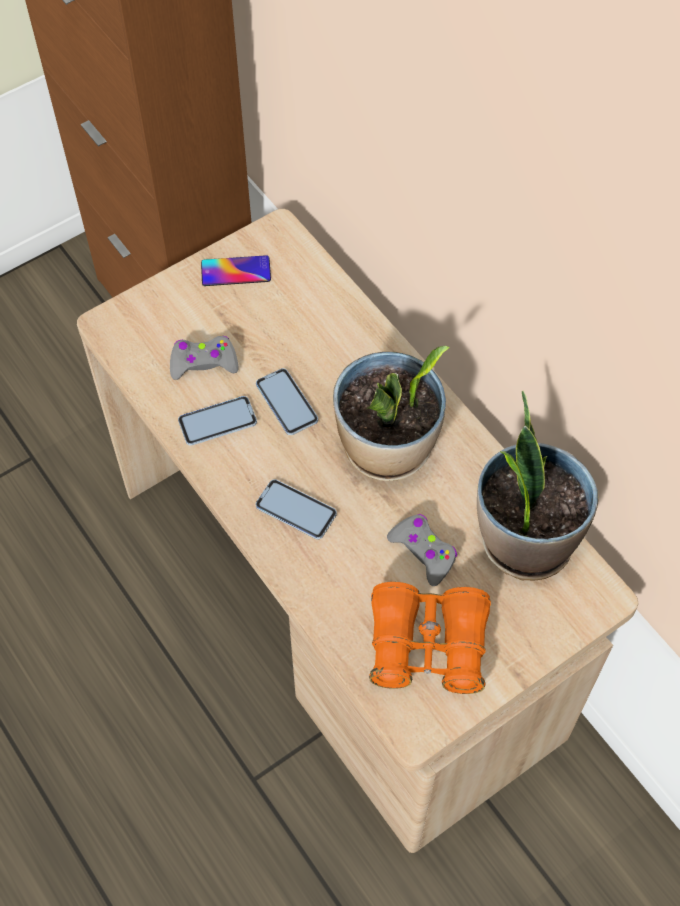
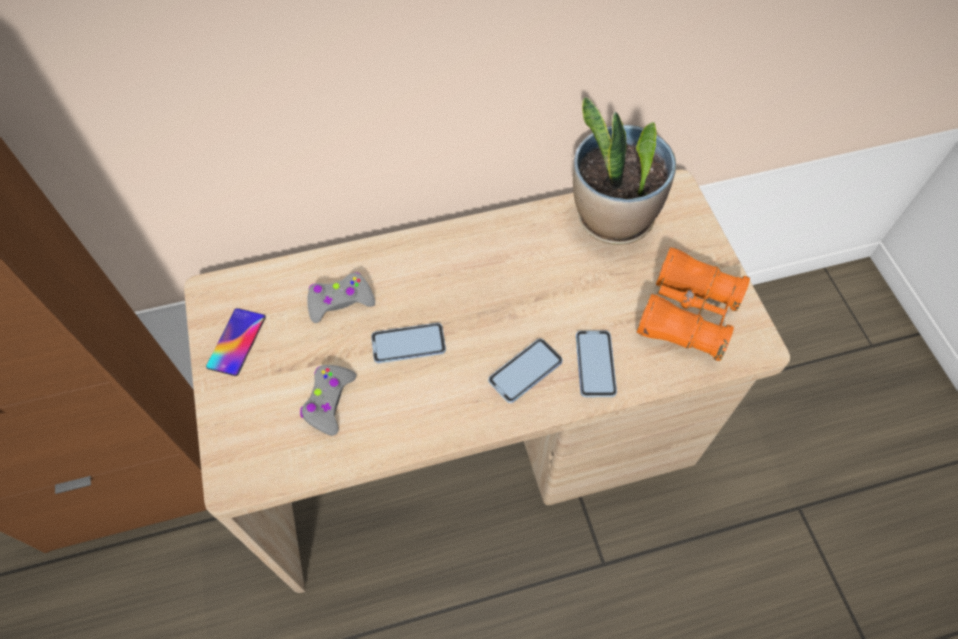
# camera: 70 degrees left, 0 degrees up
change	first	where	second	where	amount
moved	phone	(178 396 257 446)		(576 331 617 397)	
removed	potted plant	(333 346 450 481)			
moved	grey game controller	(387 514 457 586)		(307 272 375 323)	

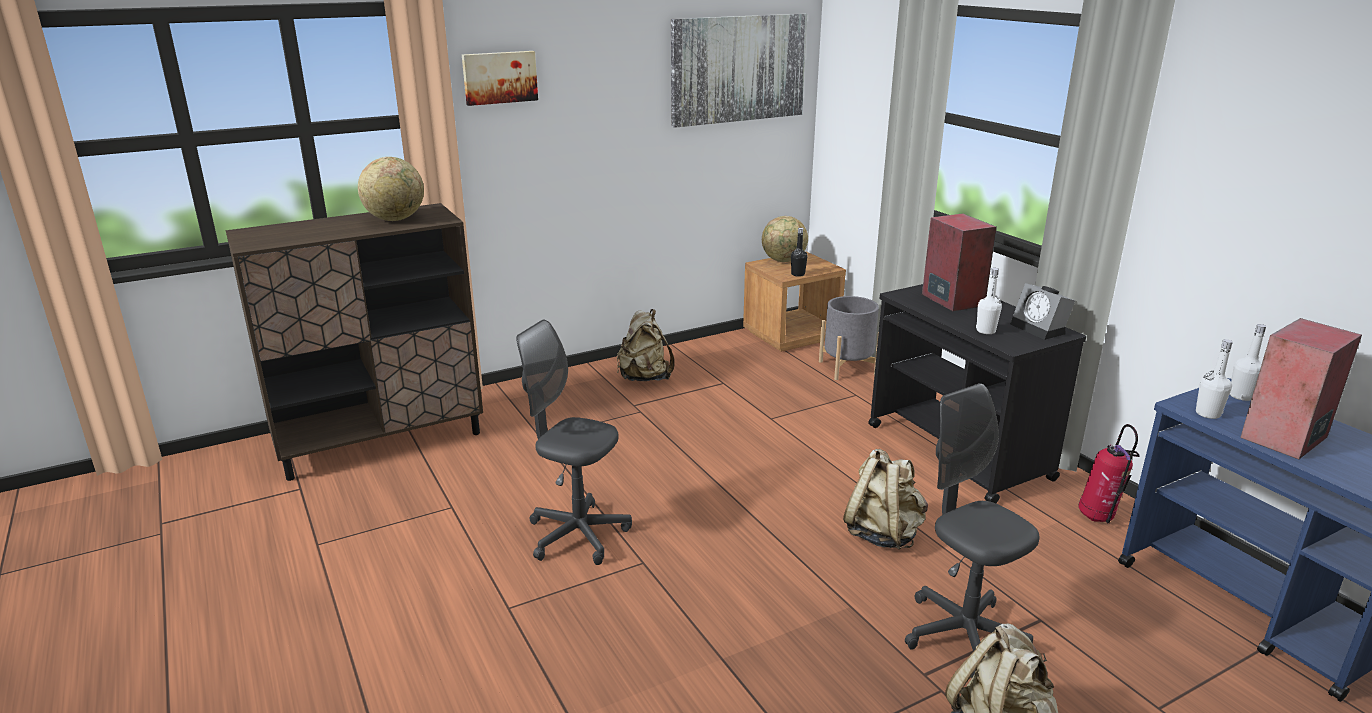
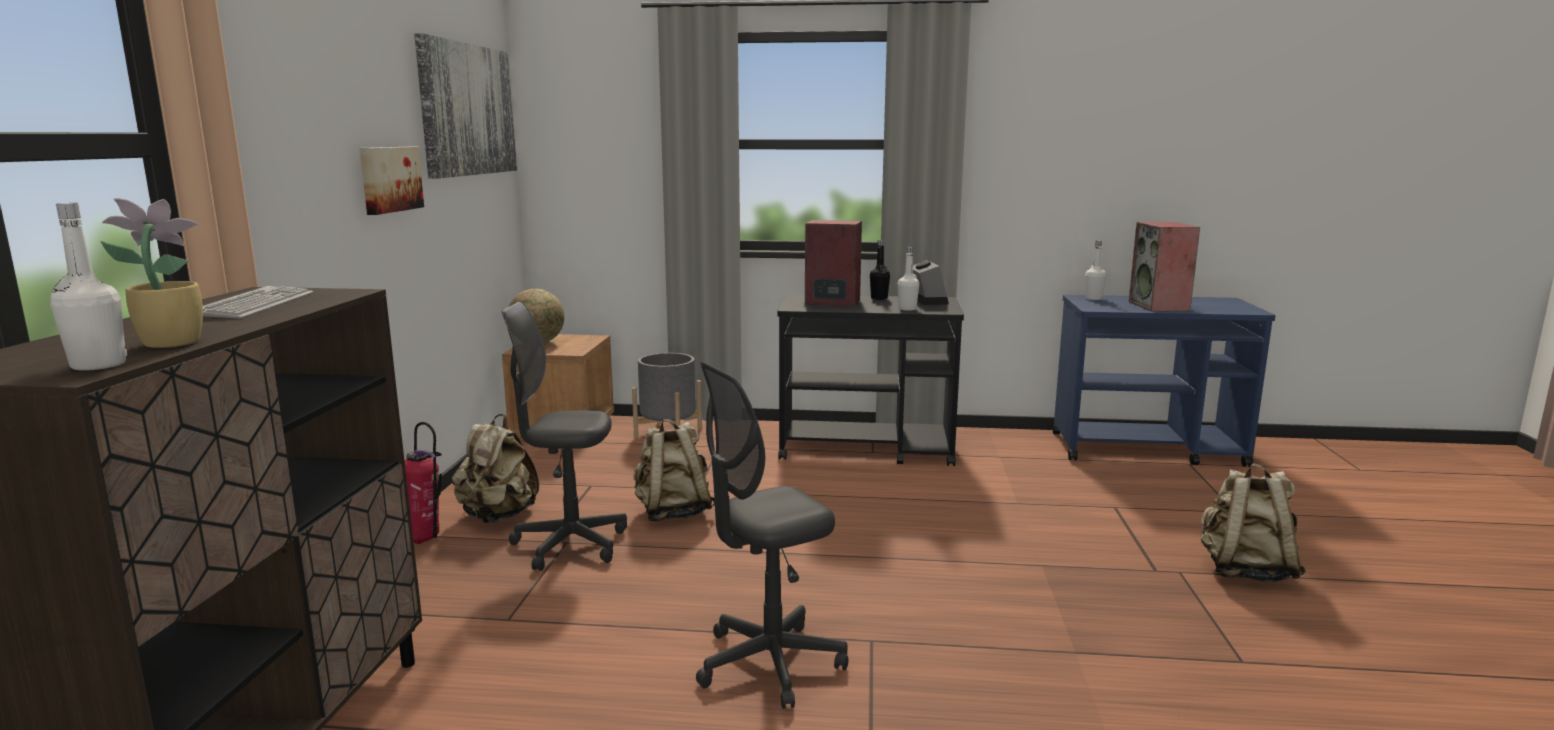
# camera: 55 degrees left, 10 degrees down
change	first	where	second	where	amount
replaced	globe	(358 157 424 221)	keyboard	(203 286 313 319)	
moved	picture	(462 51 538 106)		(360 147 424 215)	
moved	black bottle	(791 228 808 277)		(870 240 890 300)	
moved	beige backpack	(843 449 928 549)		(634 419 715 522)	
moved	grey office chair	(905 383 1039 678)		(502 302 627 571)	
turned	alarm clock	(1010 283 1075 340)		(913 260 949 305)	105 degrees counterclockwise
moved	fire extinguisher	(1078 424 1140 523)		(404 422 442 544)	
moved	white bottle	(1196 339 1233 419)		(50 203 127 371)	
added			potted plant	(101 198 203 348)	

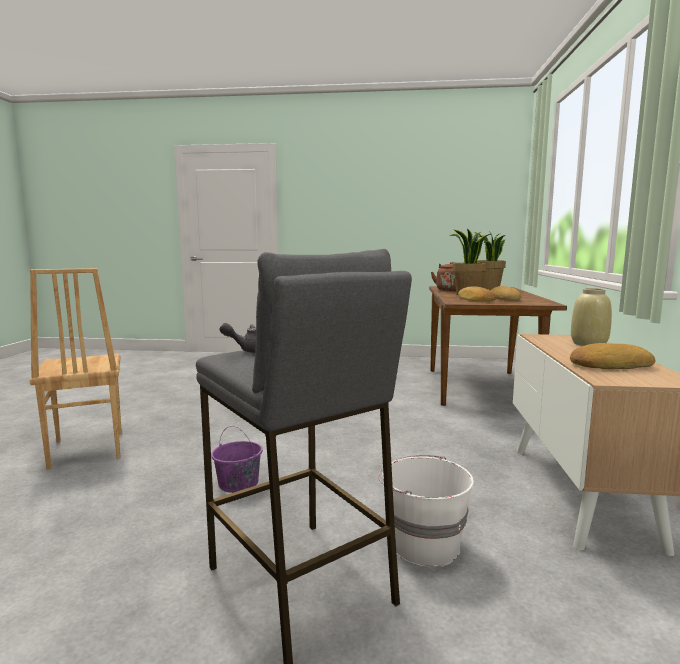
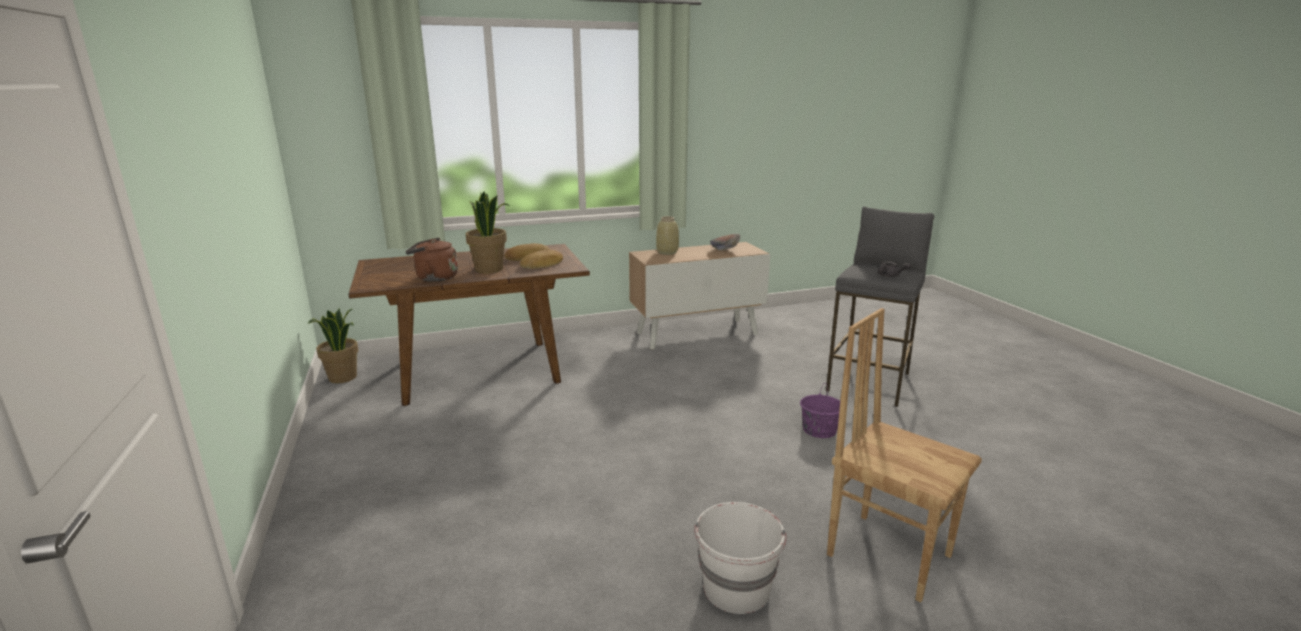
# camera: 115 degrees left, 10 degrees up
change	first	where	second	where	amount
turned	brown chair	(30 268 122 469)		(827 308 982 602)	90 degrees counterclockwise
moved	white bucket	(378 455 474 567)		(694 502 786 614)	
moved	potted plant	(474 231 506 289)		(308 308 358 383)	
replaced	bread	(570 343 655 369)	bowl	(710 234 740 250)	

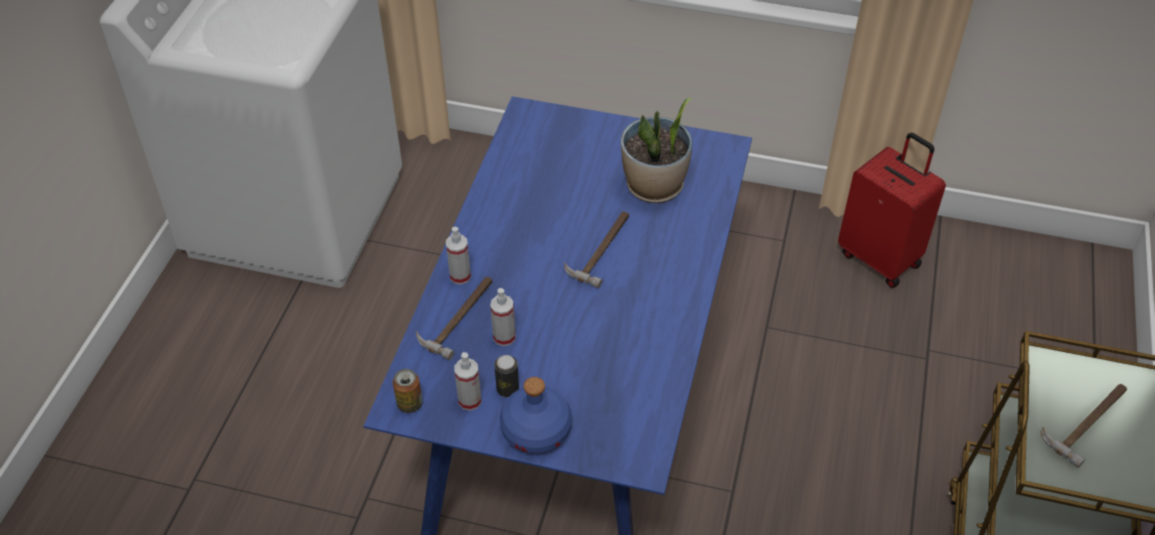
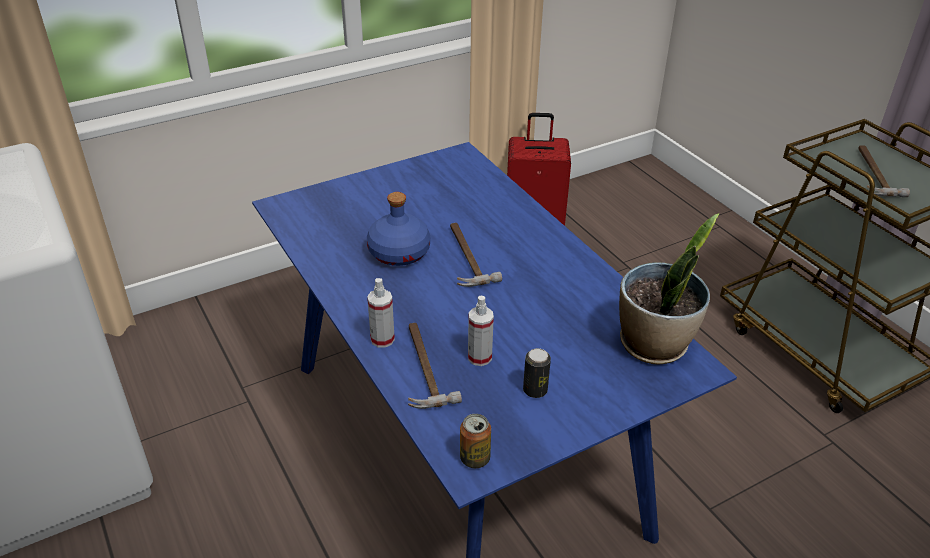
# camera: 45 degrees left, 10 degrees down
change	first	where	second	where	amount
removed	spray bottle	(454 352 481 411)			
moved	blue bottle	(500 377 572 453)		(367 192 430 266)	
moved	potted plant	(621 98 692 203)		(619 213 720 364)	

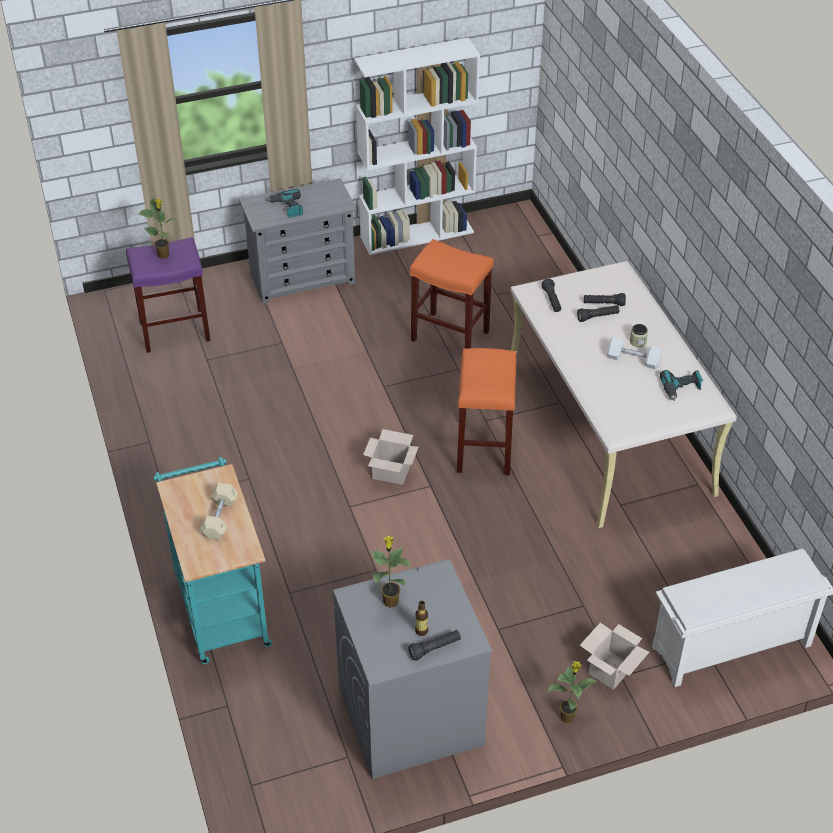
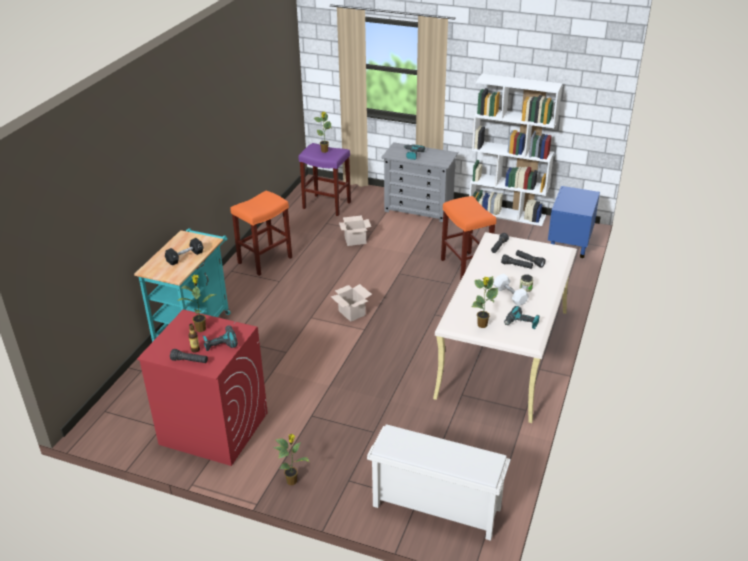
# camera: 40 degrees right, 10 degrees down
change	first	where	second	where	amount
recoloured	beige dumbbell	(199 483 238 539)	black dumbbell	(165 238 203 265)	
recoloured	grey washing machine	(333 559 492 779)	red washing machine	(137 309 268 466)	
moved	orange stool	(457 348 517 475)		(230 190 292 276)	
moved	cardboard box	(580 623 649 690)		(339 215 371 246)	
added			power drill	(203 325 238 351)	
added			potted plant	(472 276 498 328)	
added			blue nightstand	(548 186 600 258)	

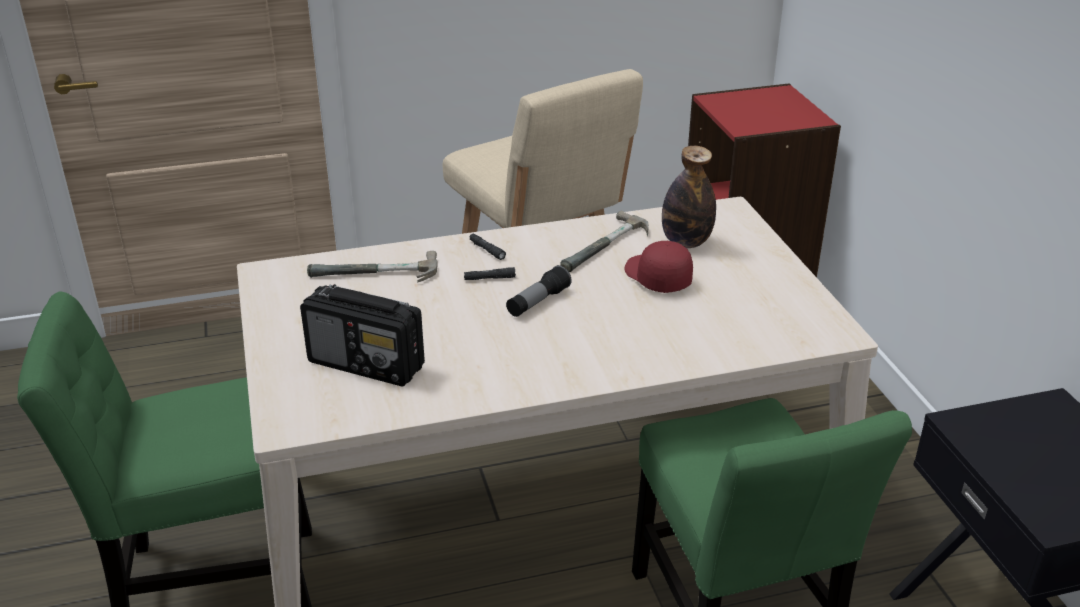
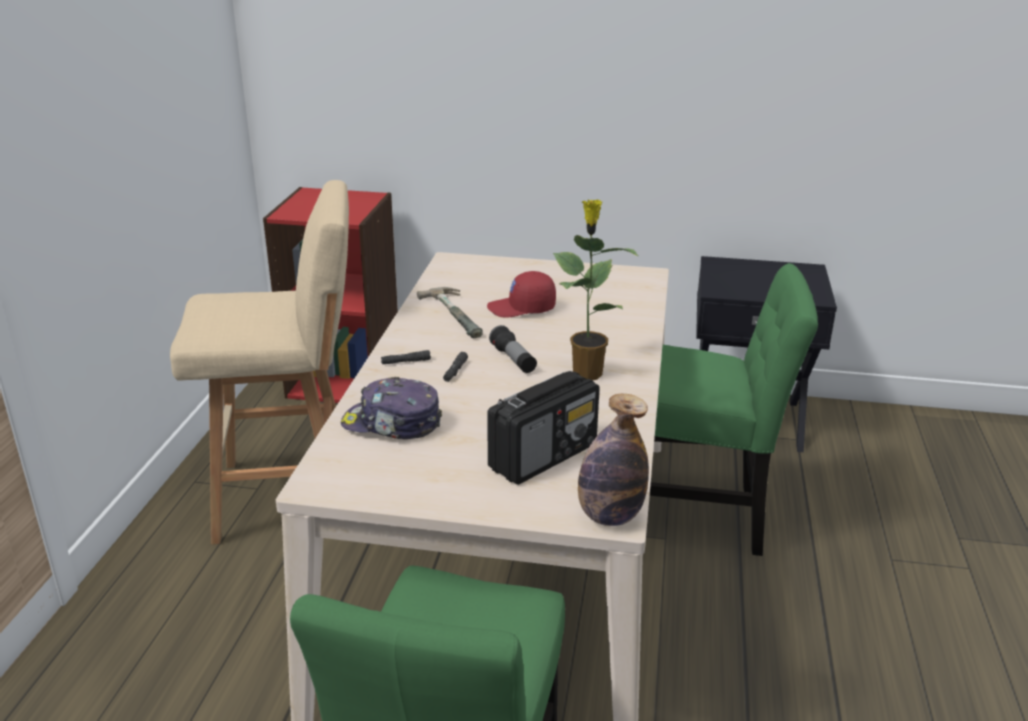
# camera: 65 degrees left, 5 degrees down
change	first	where	second	where	amount
replaced	hammer	(307 251 438 283)	cap	(341 377 442 439)	
moved	bottle	(662 146 716 248)		(578 394 649 526)	
added			potted plant	(553 199 640 380)	

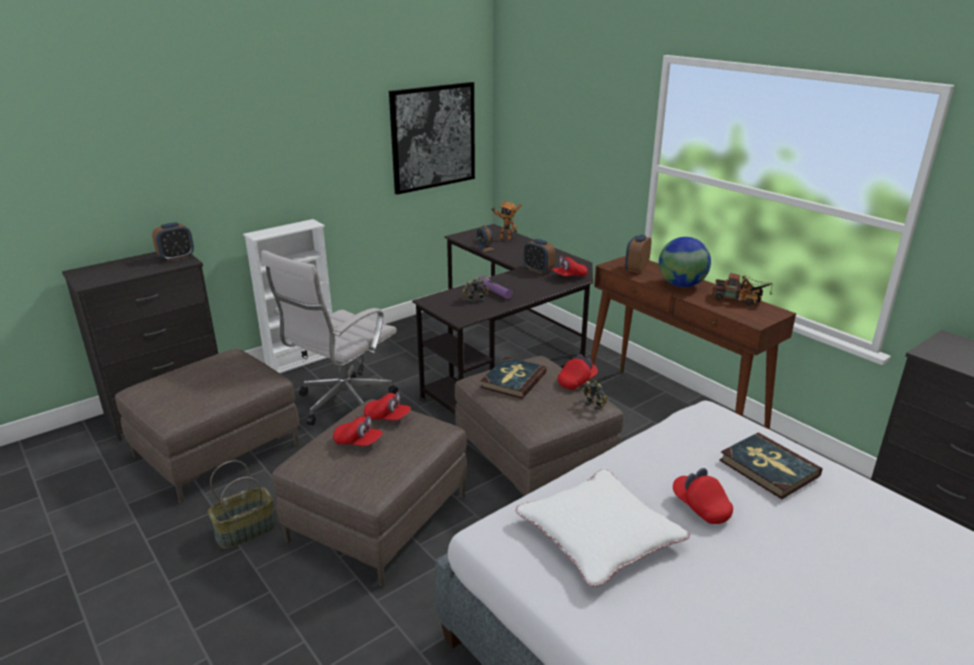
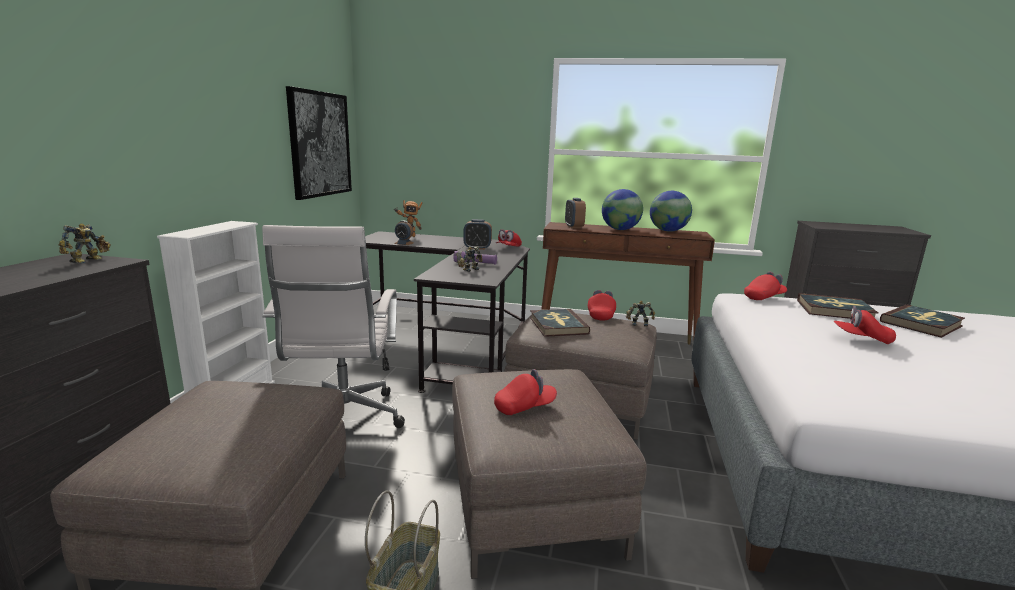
# camera: 40 degrees left, 10 degrees down
change	first	where	second	where	amount
replaced	alarm clock	(152 222 194 262)	toy robot	(58 223 111 264)	
moved	red cap	(364 392 411 420)		(744 272 787 300)	
removed	white pillow	(515 469 690 587)			
replaced	toy truck	(712 273 773 306)	globe	(650 191 692 232)	
added			book	(880 305 965 338)	

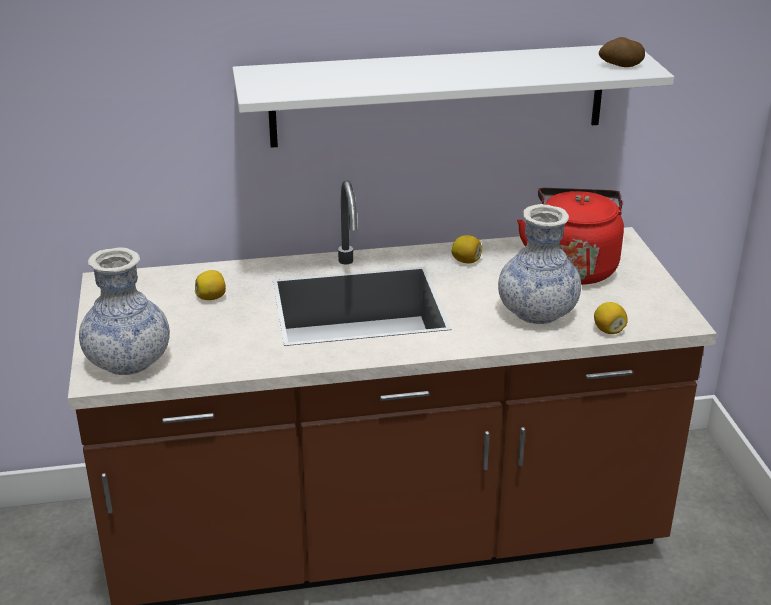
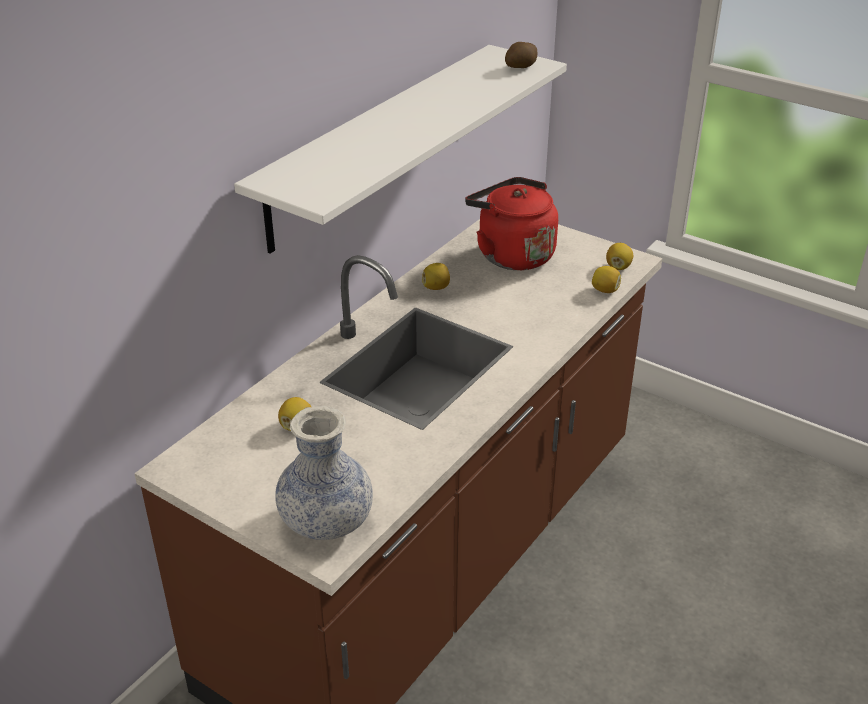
# camera: 45 degrees left, 5 degrees up
change	first	where	second	where	amount
removed	vase	(498 204 581 324)			
added			lemon	(606 243 633 270)	

